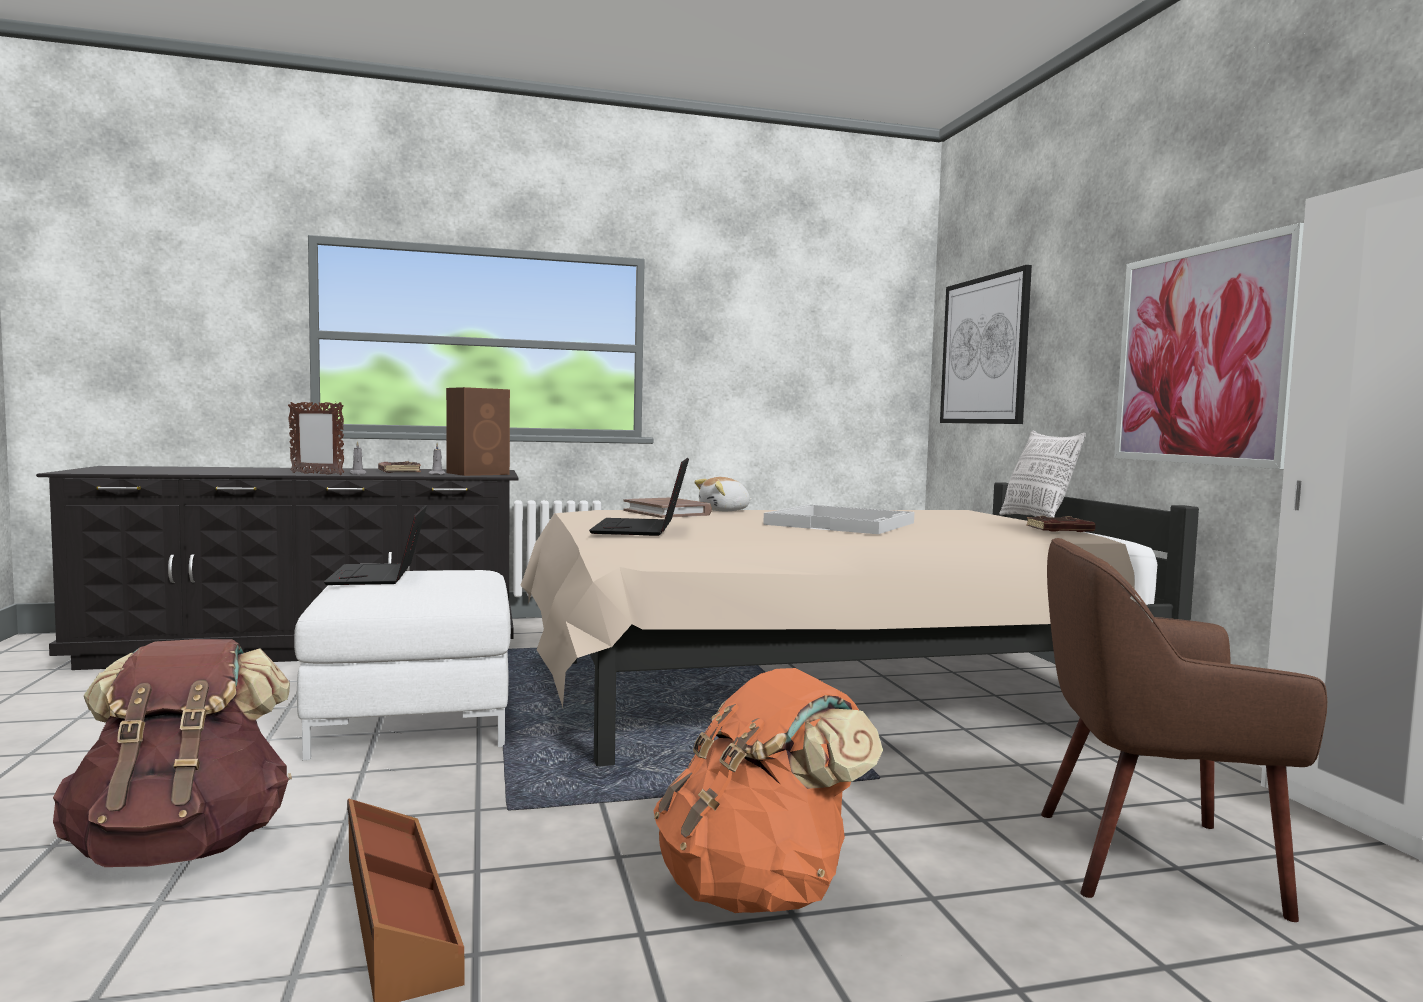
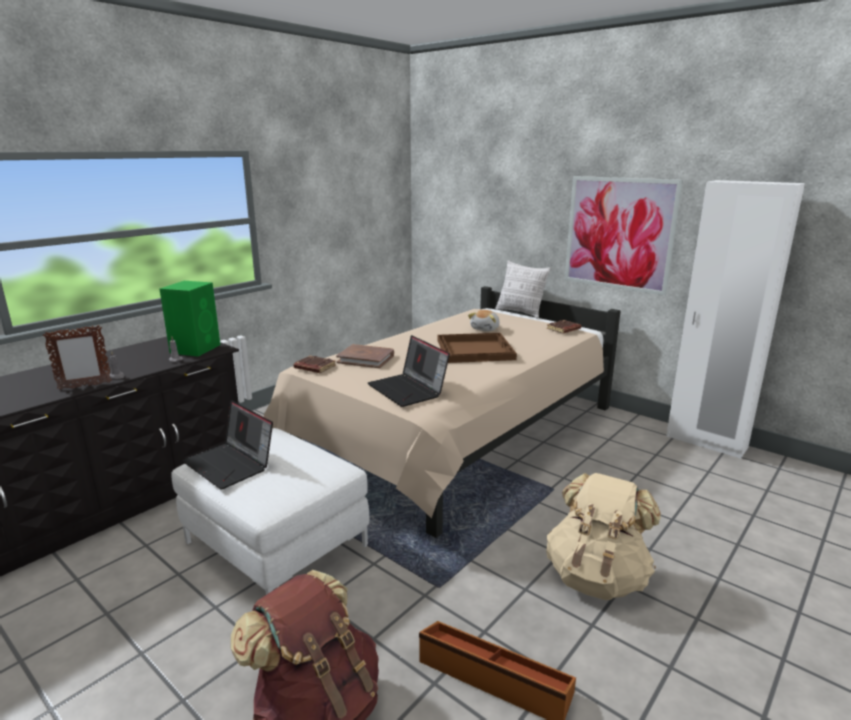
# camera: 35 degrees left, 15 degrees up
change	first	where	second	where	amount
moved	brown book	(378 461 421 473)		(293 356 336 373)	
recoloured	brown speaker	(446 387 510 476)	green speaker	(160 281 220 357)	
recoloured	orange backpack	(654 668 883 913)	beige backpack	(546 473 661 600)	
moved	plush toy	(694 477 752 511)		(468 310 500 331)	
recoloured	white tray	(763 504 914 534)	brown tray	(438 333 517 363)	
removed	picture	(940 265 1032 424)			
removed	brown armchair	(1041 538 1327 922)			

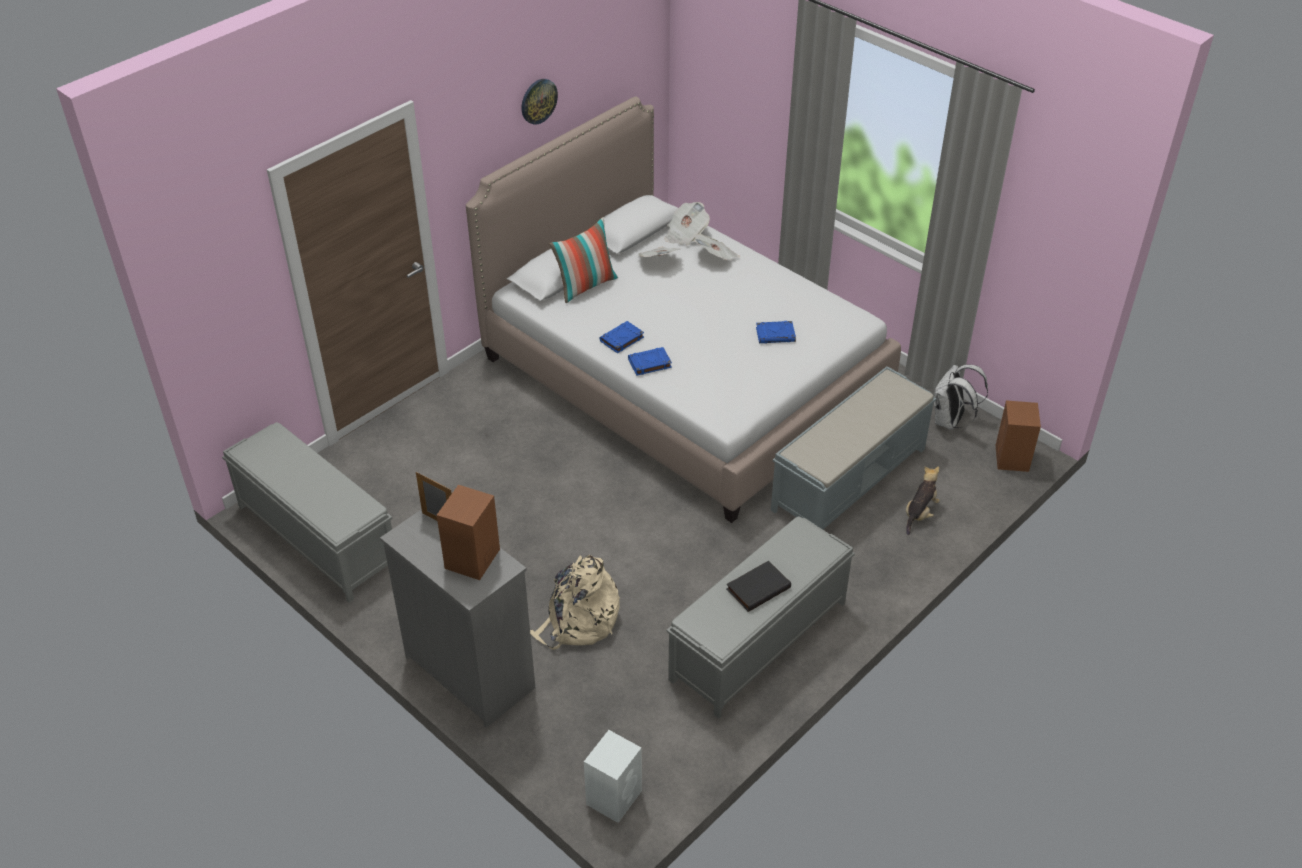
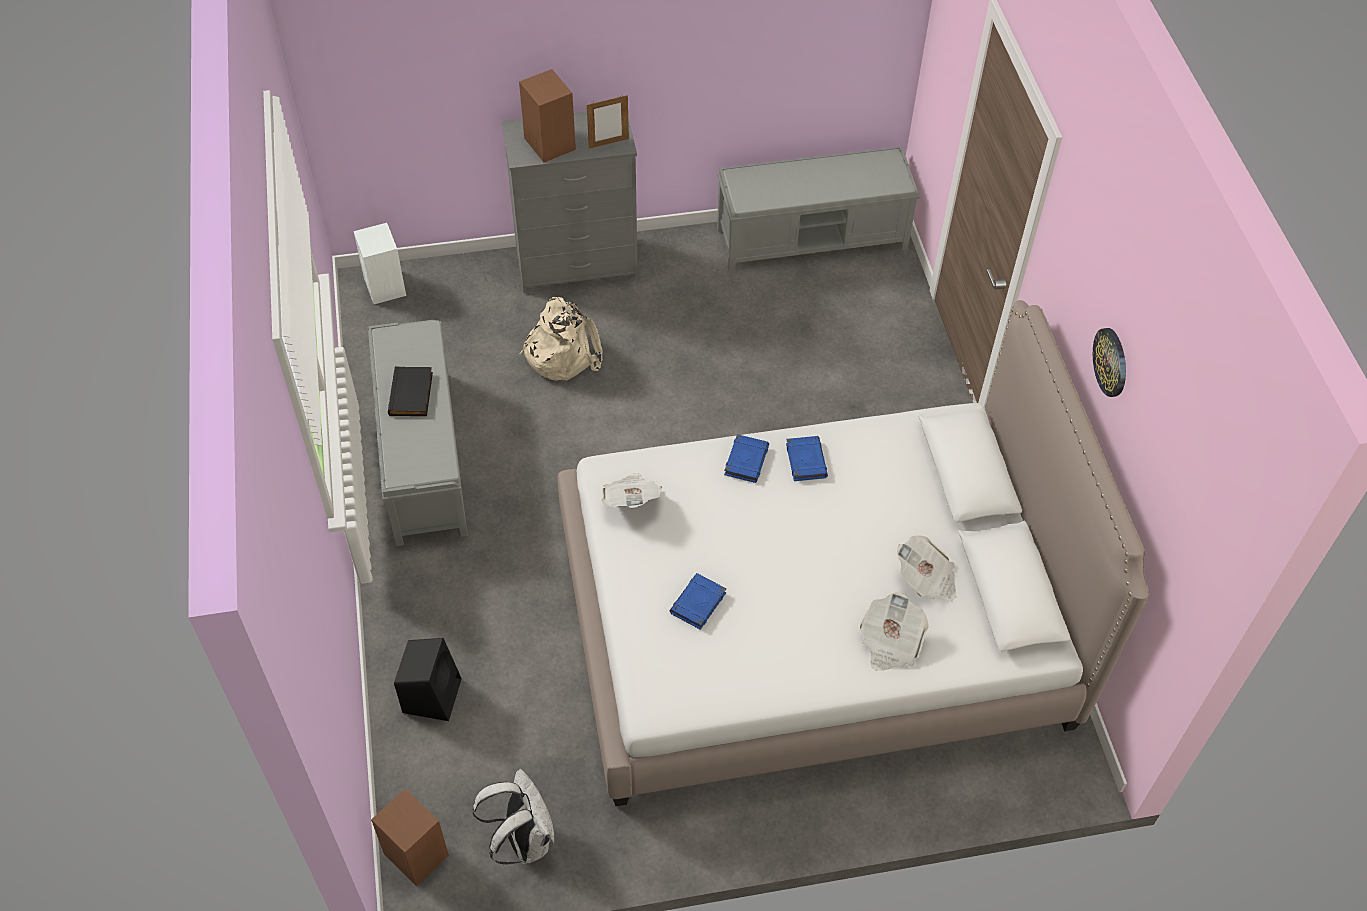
# camera: 125 degrees right, 10 degrees up
change	first	where	second	where	amount
removed	pillow	(549 217 618 303)			
moved	newspaper	(664 202 710 245)		(601 473 662 508)	
removed	grey bench	(771 366 936 529)			
replaced	plush toy	(906 466 940 535)	black speaker	(394 638 462 721)	

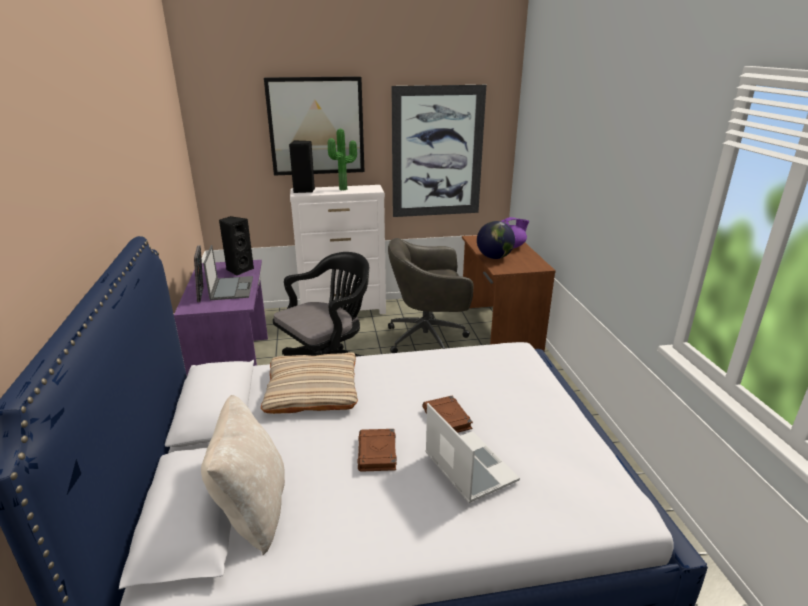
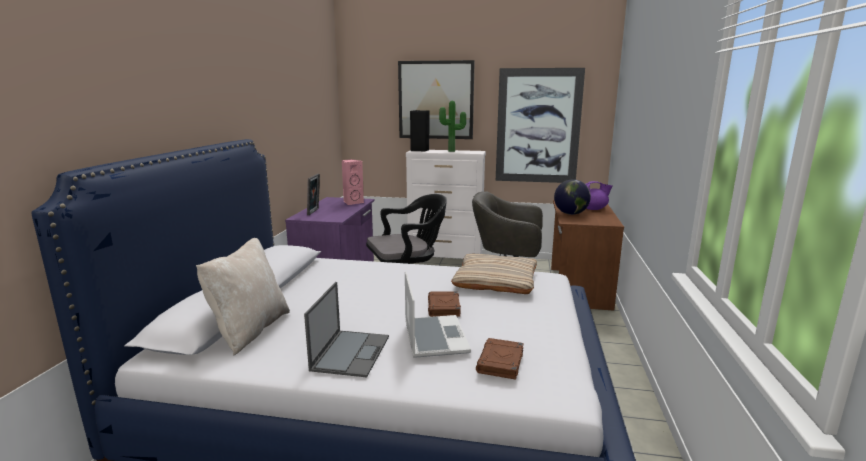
# camera: 20 degrees right, 10 degrees down
change	first	where	second	where	amount
moved	laptop	(203 245 253 300)		(304 282 389 377)	
recoloured	black speaker	(219 216 254 276)	pink speaker	(341 159 364 205)	
moved	beige pillow	(261 352 358 414)		(451 254 537 294)	
moved	brown book	(357 429 397 472)		(476 338 524 380)	

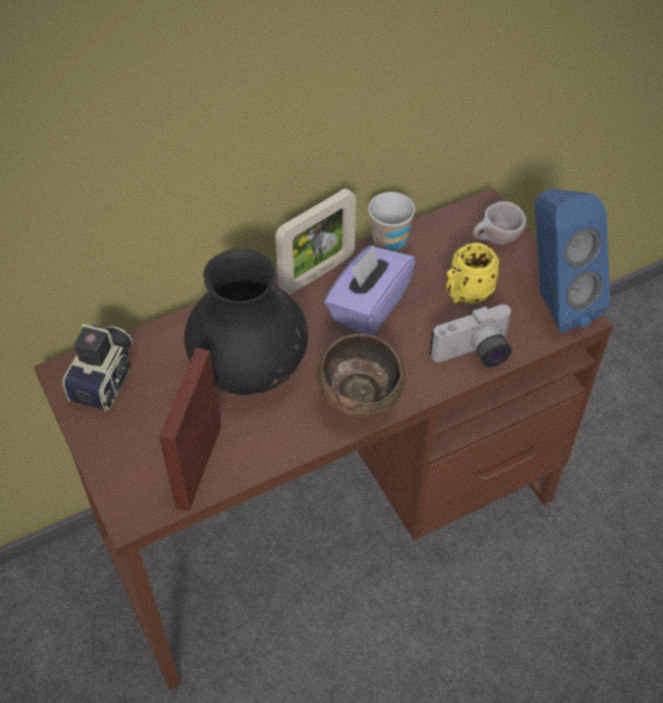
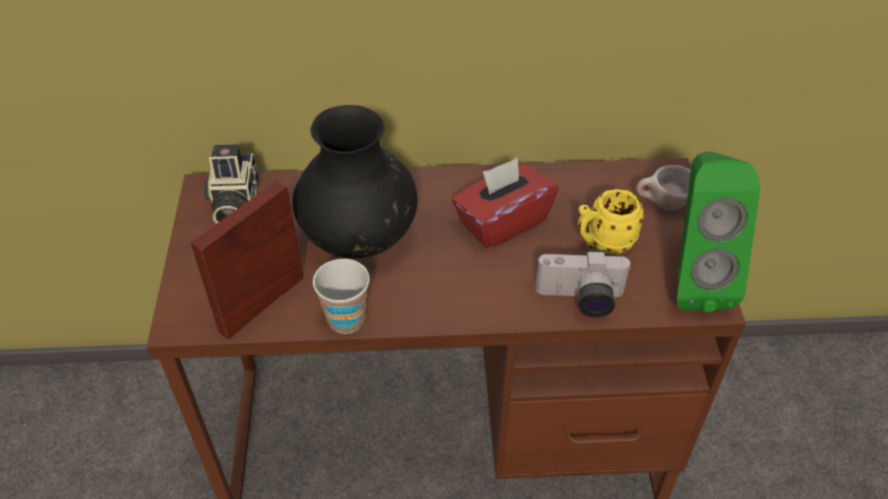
# camera: 25 degrees right, 5 degrees down
change	first	where	second	where	amount
turned	photo camera	(63 324 132 411)		(204 144 259 224)	135 degrees clockwise
removed	picture frame	(275 188 356 295)			
removed	brown bowl	(317 334 405 417)			
recoloured	purple tissue box	(324 245 416 336)	red tissue box	(452 158 558 249)	
moved	cup	(368 192 415 253)		(313 259 370 334)	
recoloured	blue speaker	(535 189 610 333)	green speaker	(677 151 760 312)	

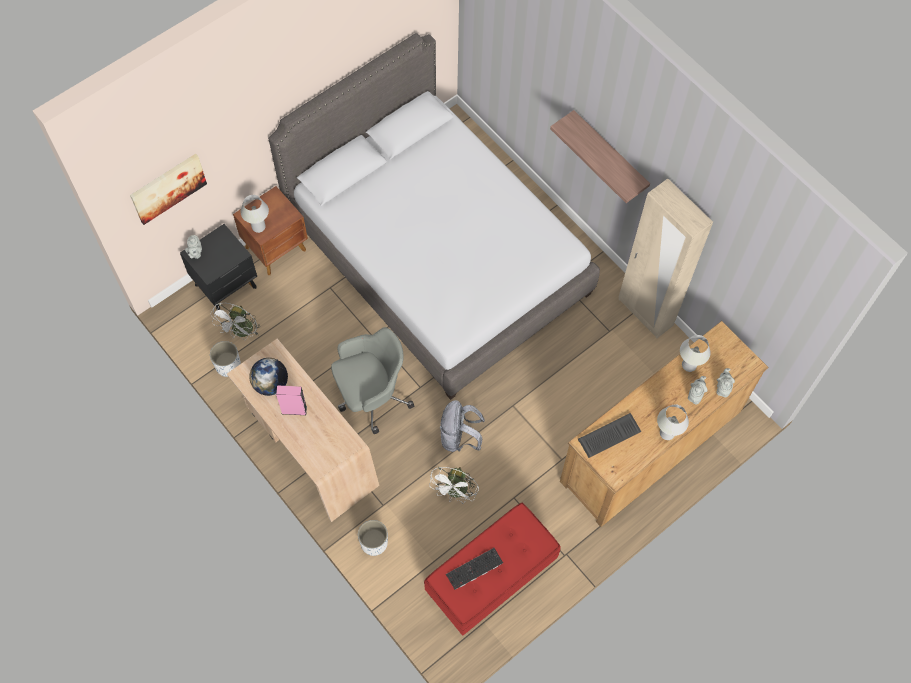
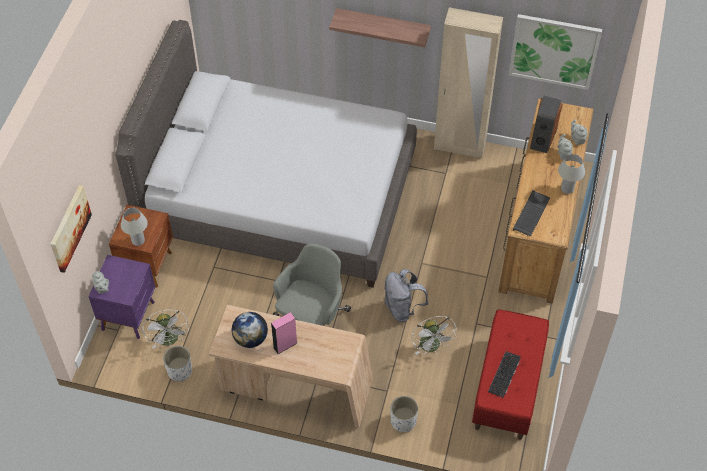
# camera: 35 degrees left, 10 degrees down
change	first	where	second	where	amount
recoloured	black nightstand	(180 224 257 310)	purple nightstand	(88 255 155 339)	
replaced	white table lamp	(680 335 711 372)	speaker	(530 96 562 153)	
added			picture	(509 14 602 90)	

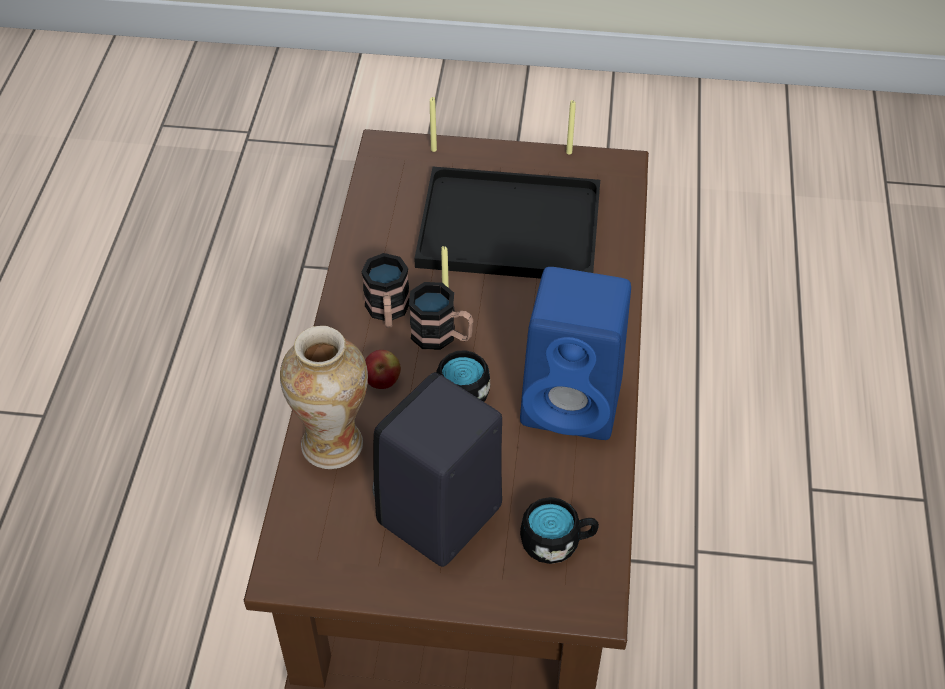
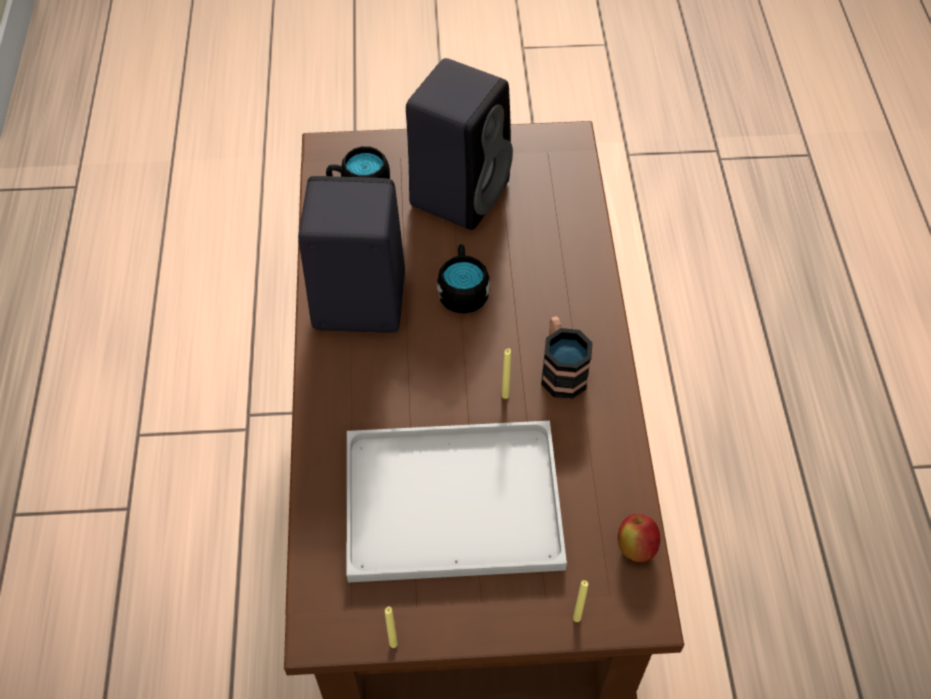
# camera: 170 degrees right, 5 degrees up
change	first	where	second	where	amount
removed	vase	(280 326 368 469)			
moved	apple	(365 350 401 389)		(618 514 660 562)	
removed	mug	(409 282 474 350)			
recoloured	black tray	(414 167 600 279)	white tray	(347 421 567 583)	
recoloured	blue speaker	(520 267 631 440)	black speaker	(298 176 405 333)	

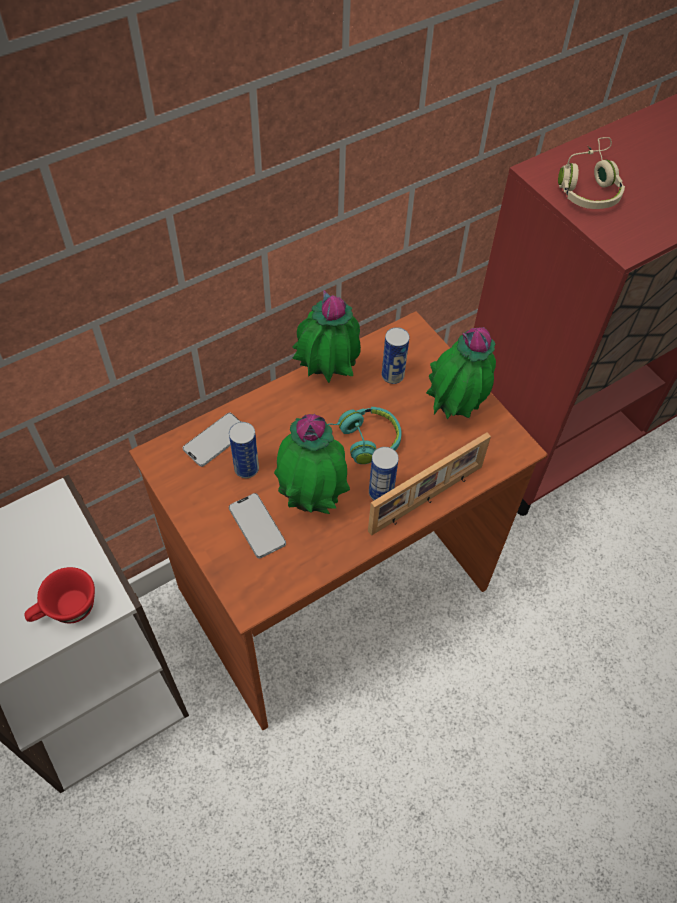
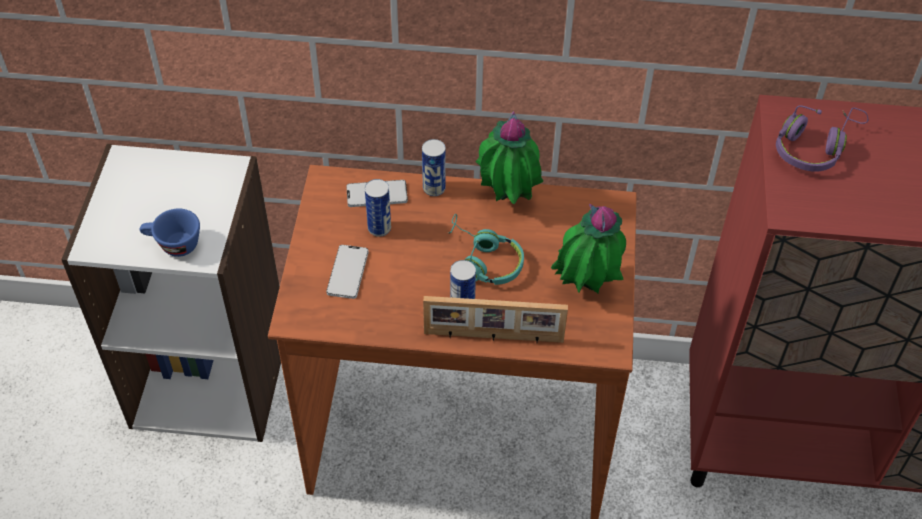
# camera: 40 degrees right, 5 degrees down
change	first	where	second	where	amount
recoloured	red cup	(24 567 95 623)	blue cup	(139 209 200 257)	
removed	potted plant	(274 414 350 514)			
moved	can	(382 327 410 384)		(422 139 446 196)	
recoloured	beige headphones	(558 137 625 209)	purple headphones	(776 105 869 172)	

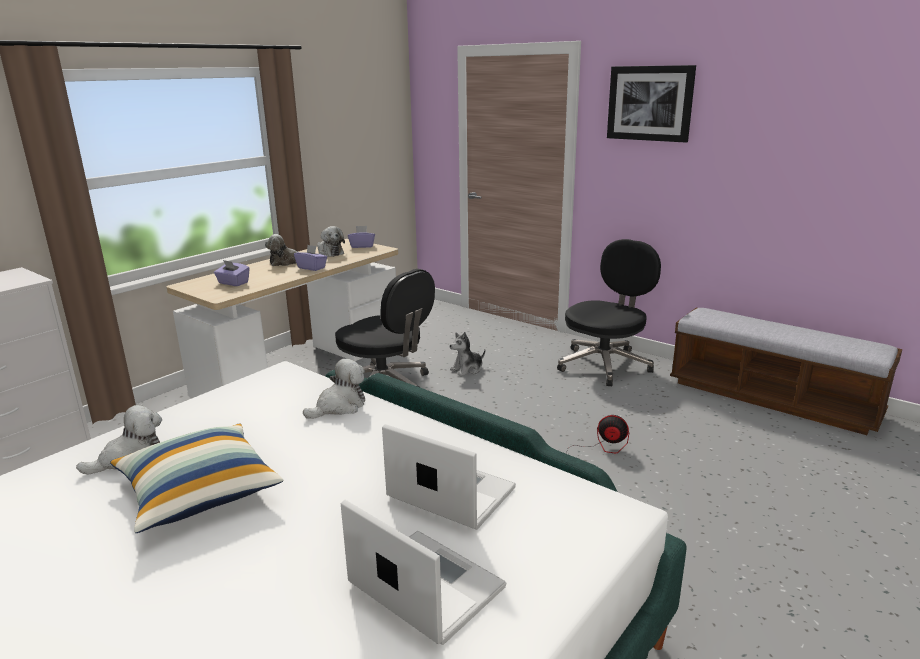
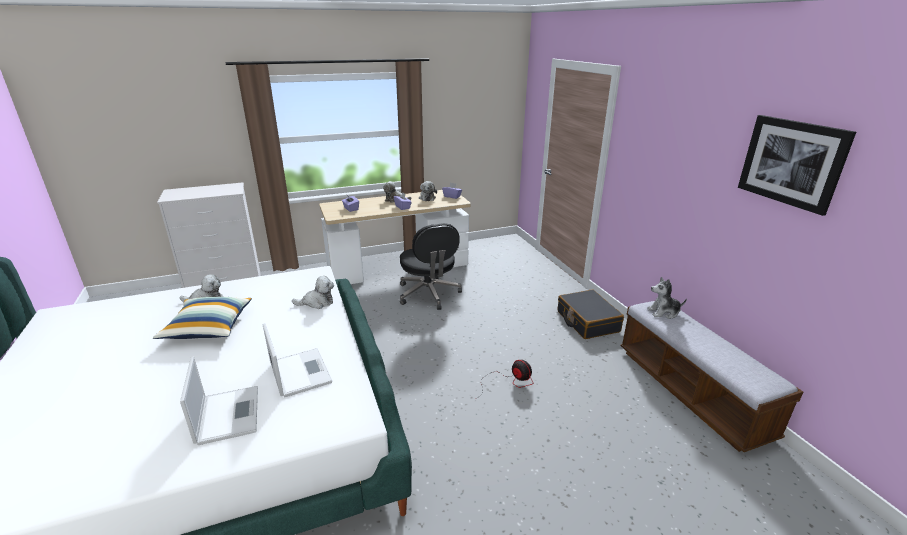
# camera: 30 degrees right, 5 degrees up
change	first	where	second	where	amount
moved	plush toy	(450 332 485 376)		(647 277 687 319)	
replaced	black office chair	(557 239 661 386)	black suitcase	(558 290 624 339)	
moved	picture	(607 65 696 143)		(738 115 856 216)	

